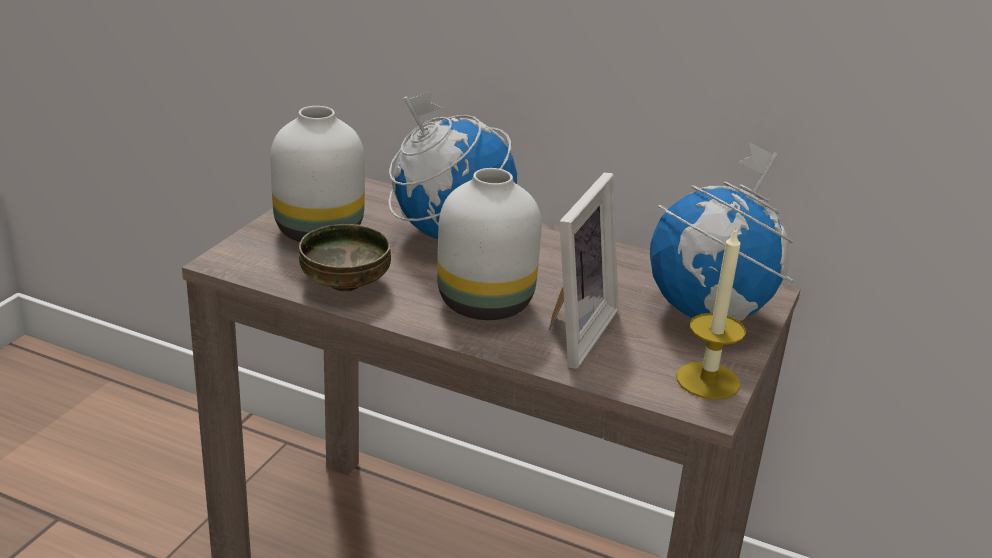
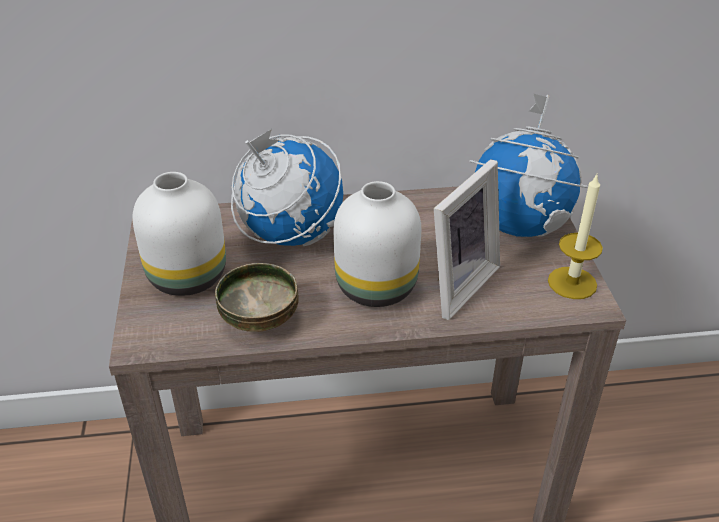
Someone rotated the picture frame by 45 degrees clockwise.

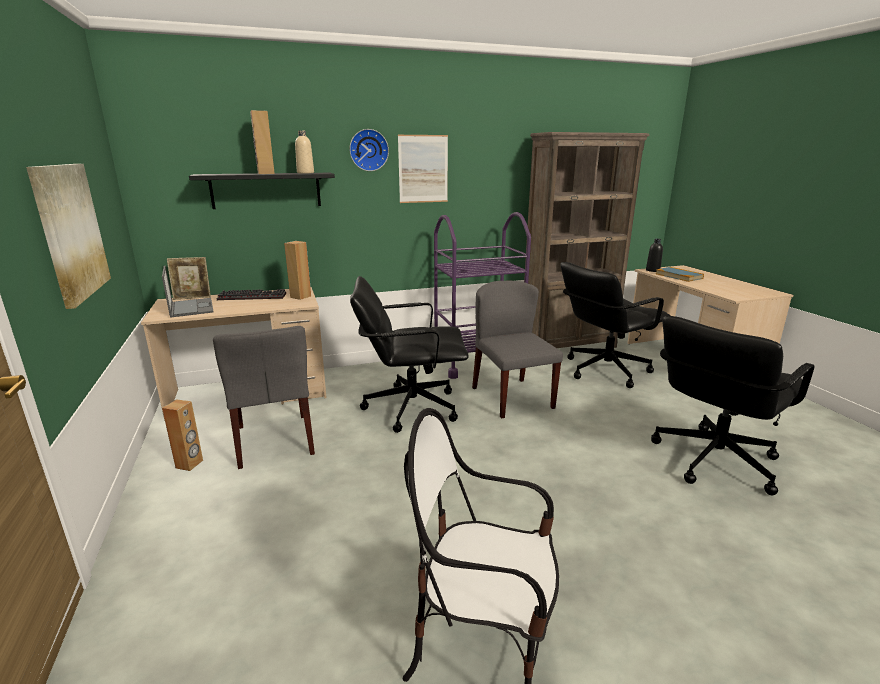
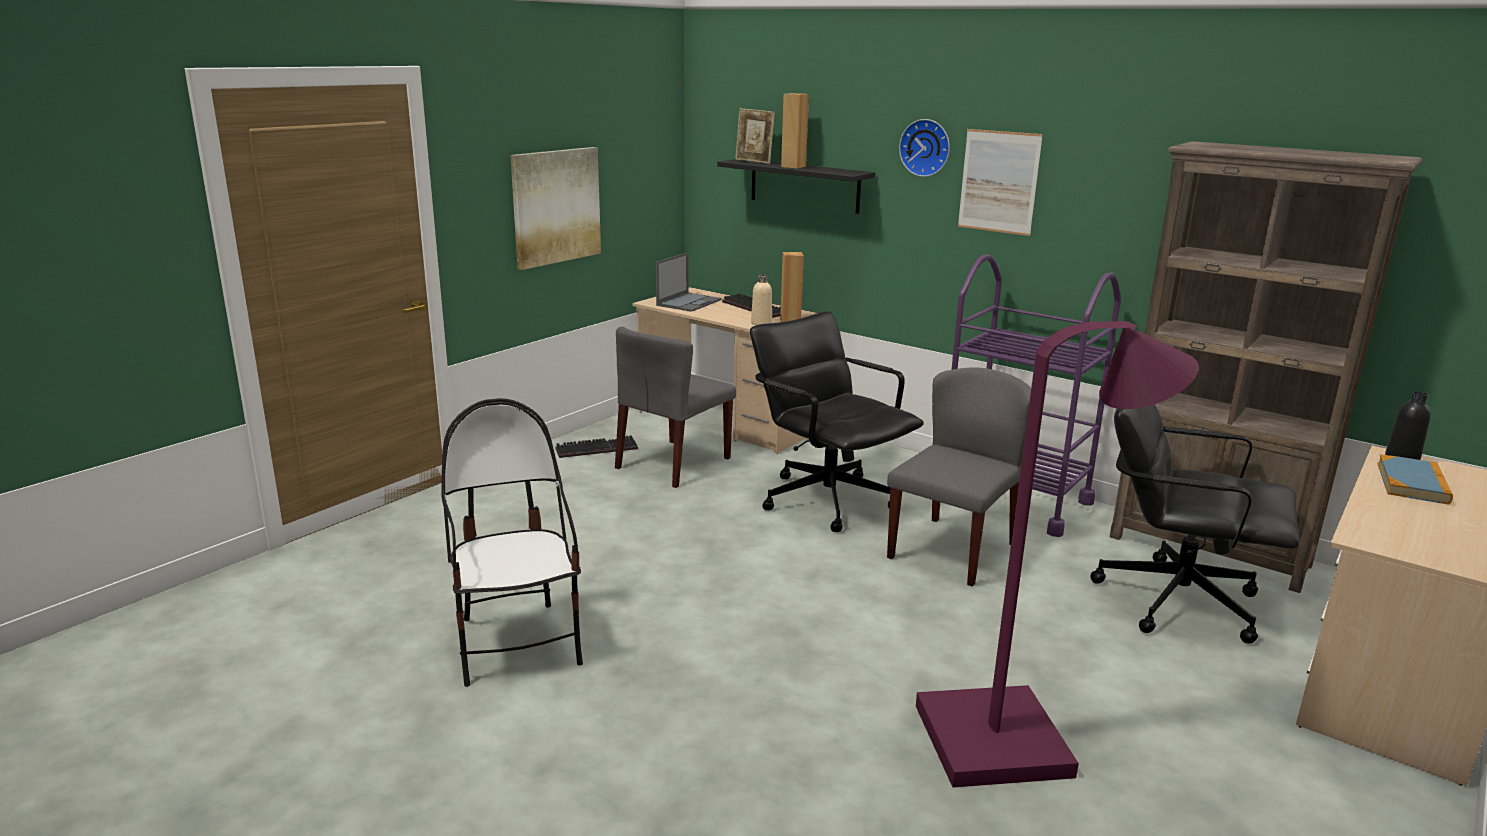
Someone carried the picture frame.
Someone carried the bottle/beige.
Someone swapped the speaker/brown (no. 1 from left) for the keyboard (no. 1 from left).
Someone swapped the office chair/black (no. 3 from left) for the floor lamp/purple.

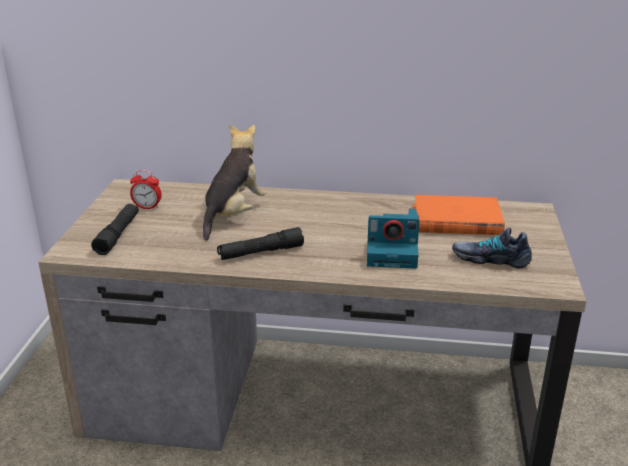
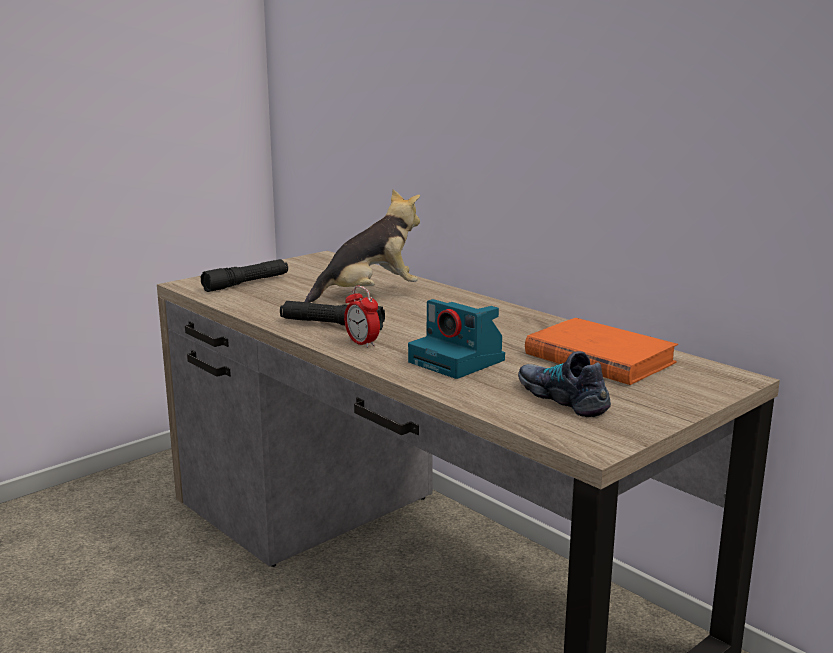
Someone carried the alarm clock.

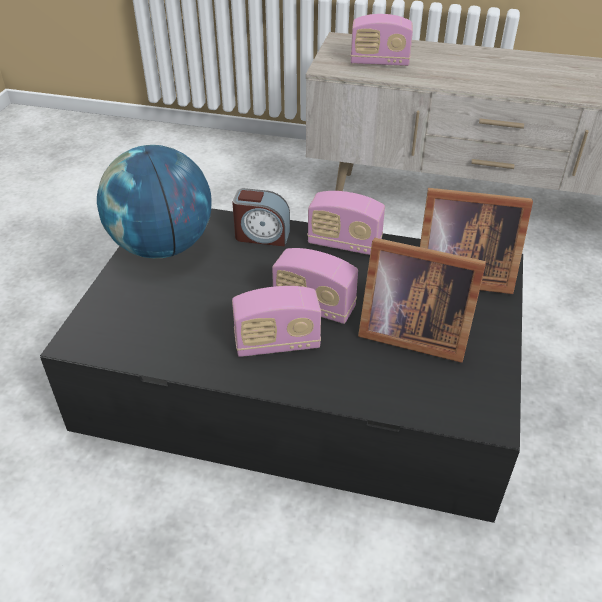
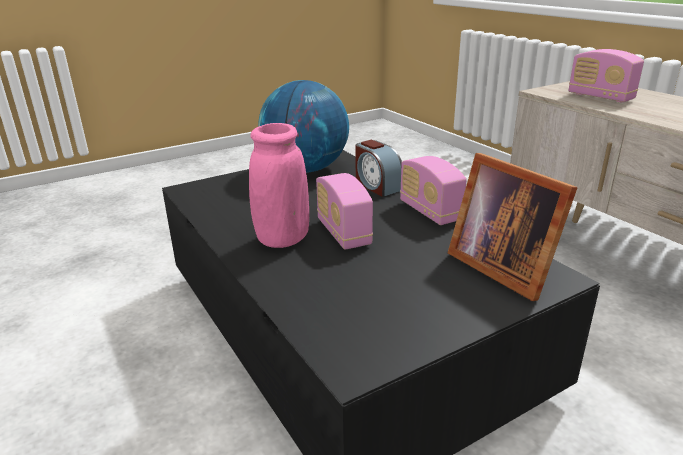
Someone took away the picture frame (no. 1 from left).
Someone swapped the radio (no. 1 from left) for the vase/pink.

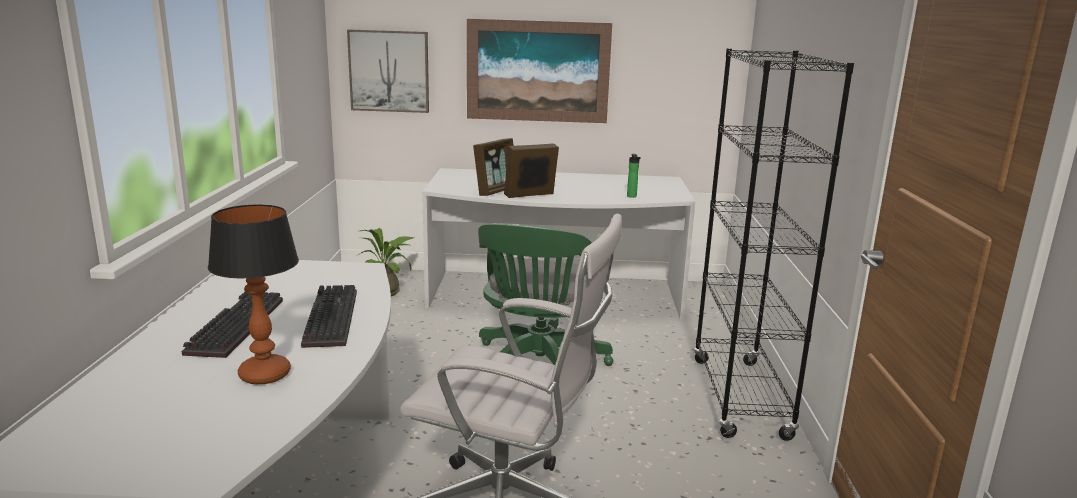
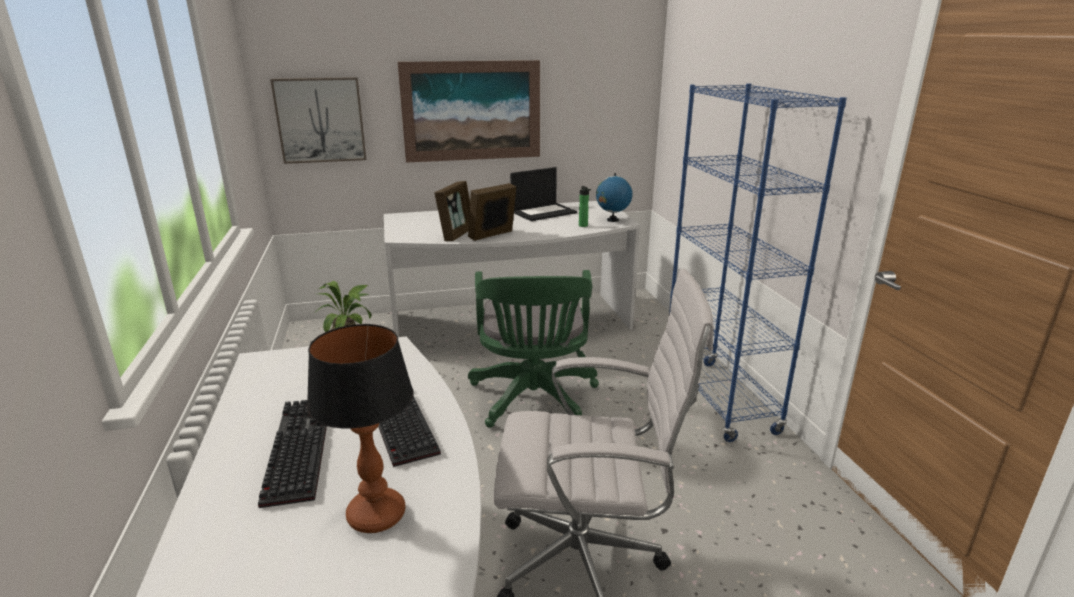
Someone put down the laptop.
Someone put down the globe.
Someone repainted the bookcase/black, which became the bookcase/blue.

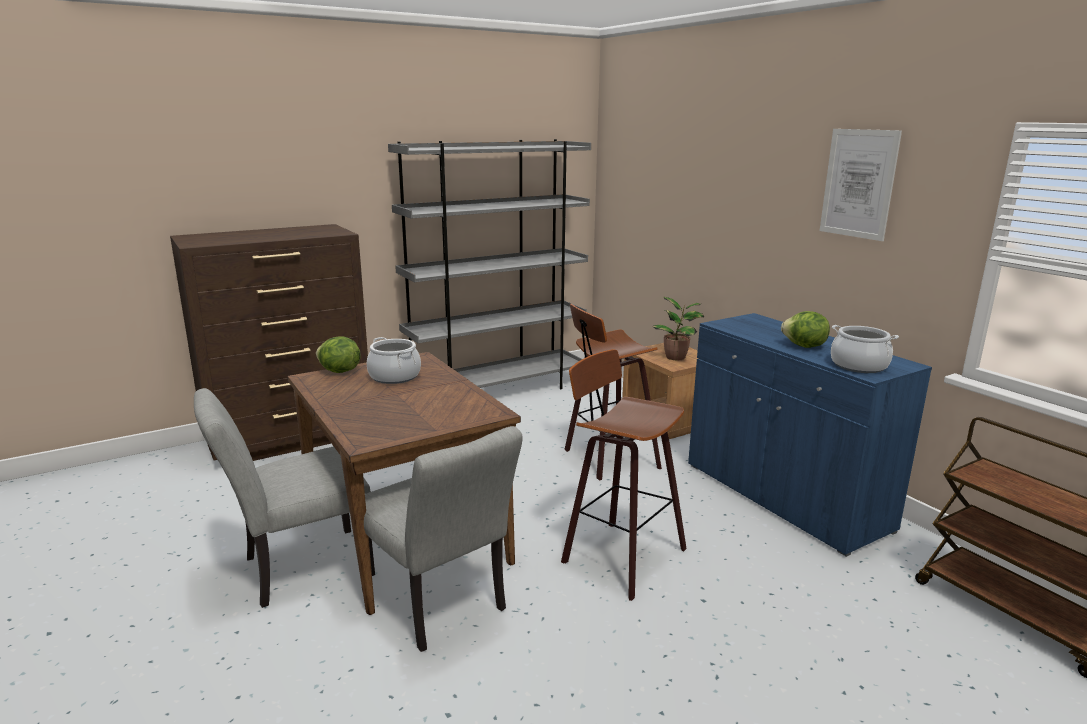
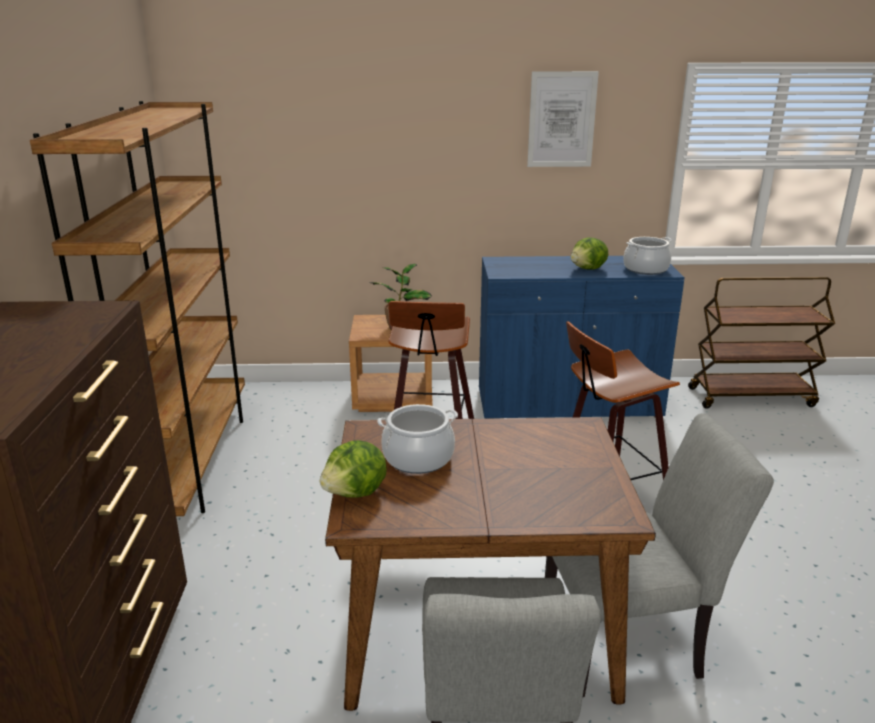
Someone repainted the bookcase/grey, which became the bookcase/brown.

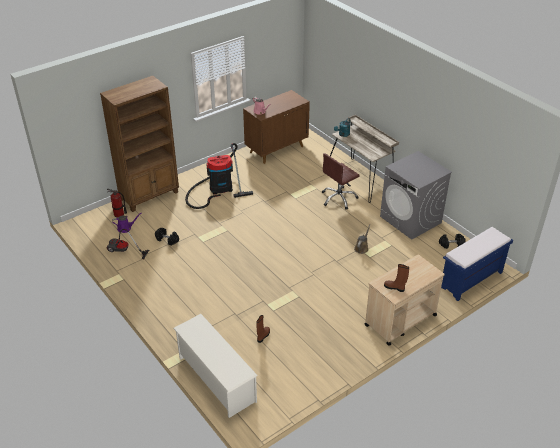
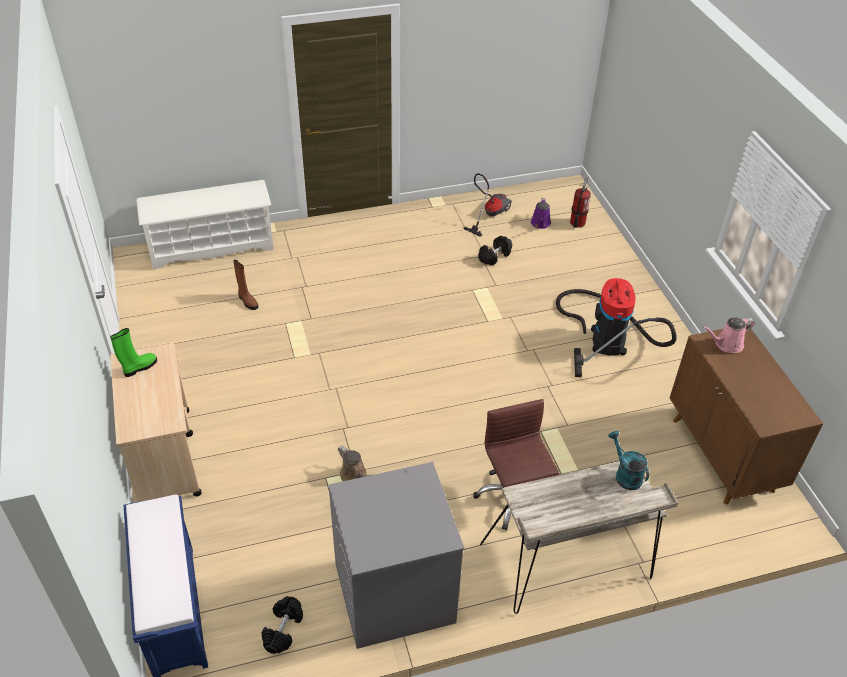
Someone took away the bookcase/brown.
Someone repainted the boot/brown (no. 2 from left), which became the boot/green.

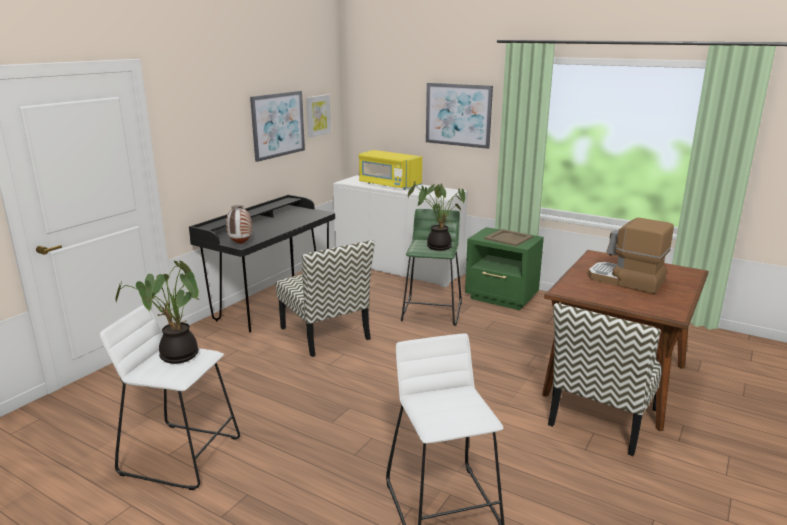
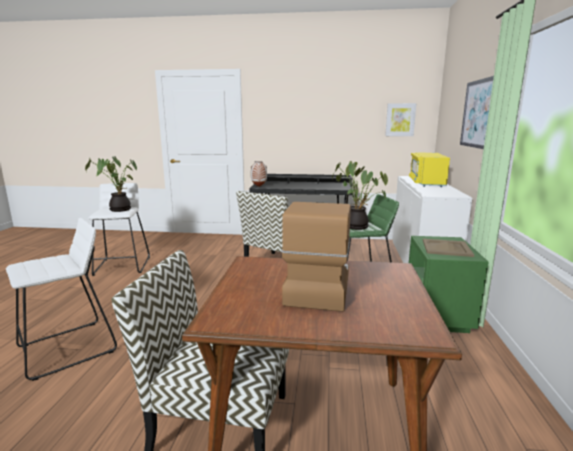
Someone took away the picture (no. 1 from left).

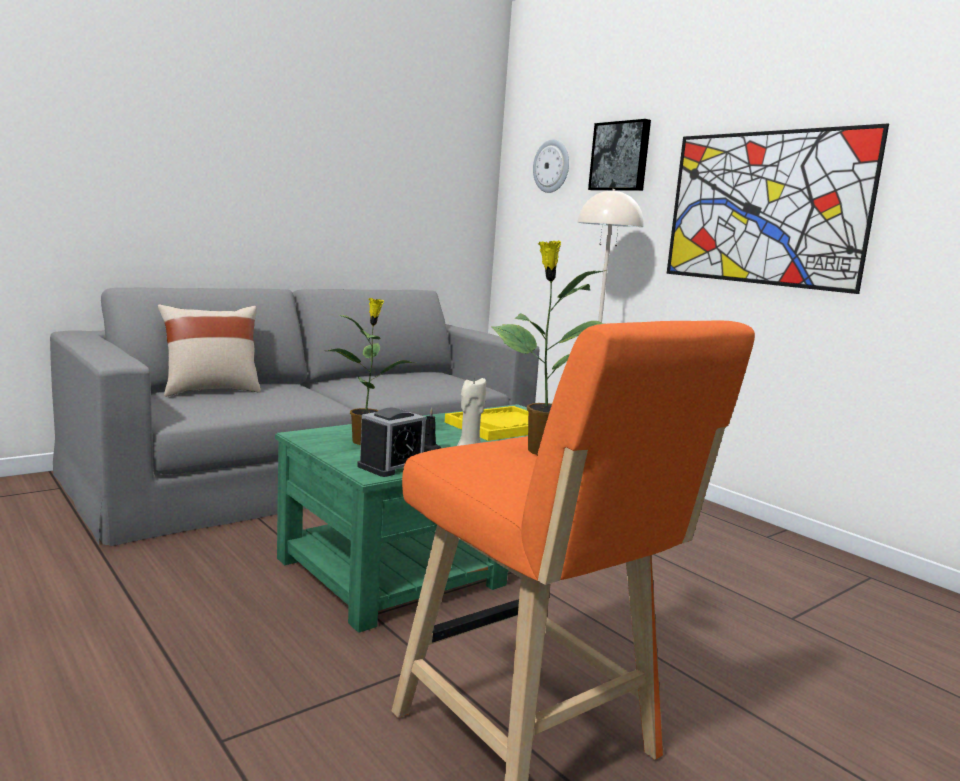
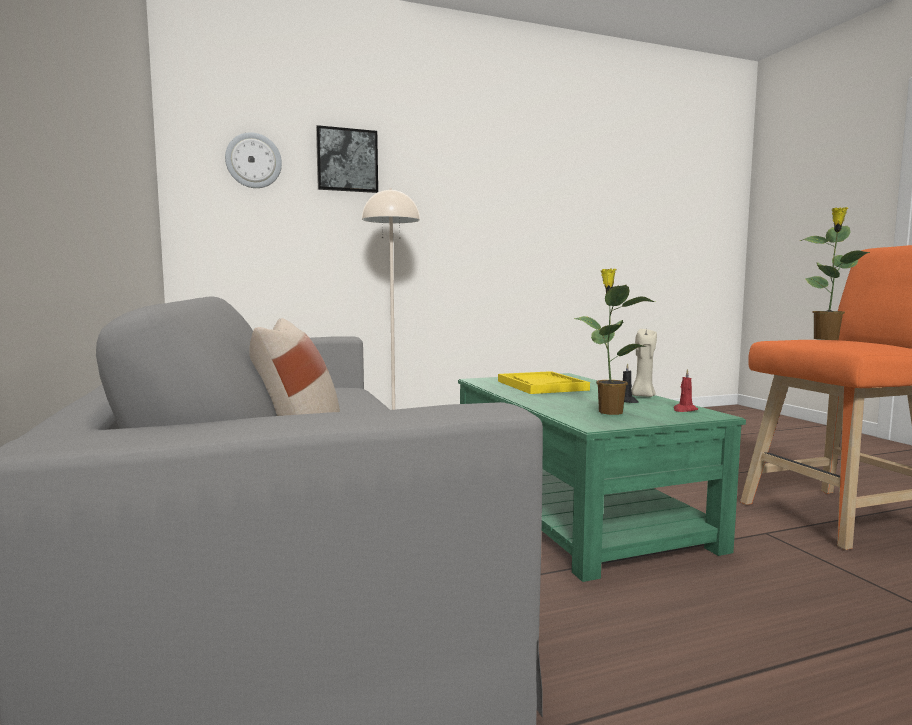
Someone took away the picture (no. 2 from left).
Someone swapped the alarm clock for the candle/red.

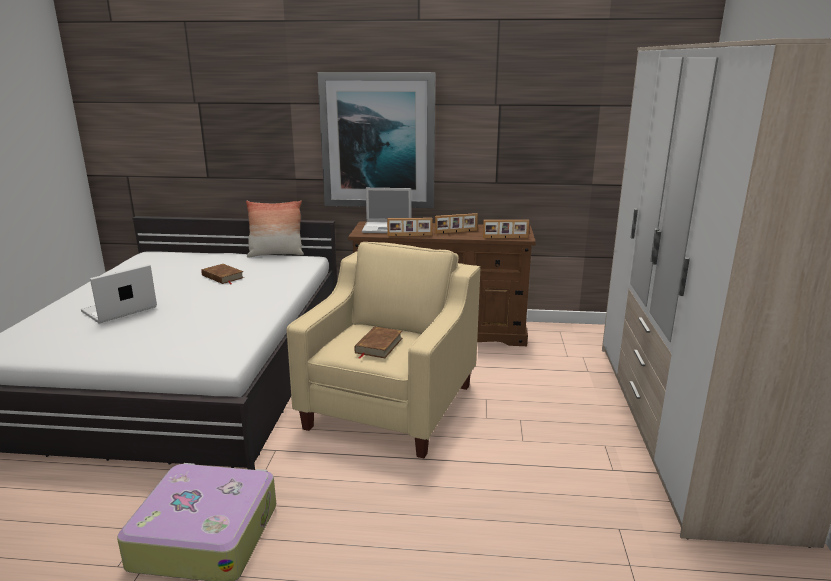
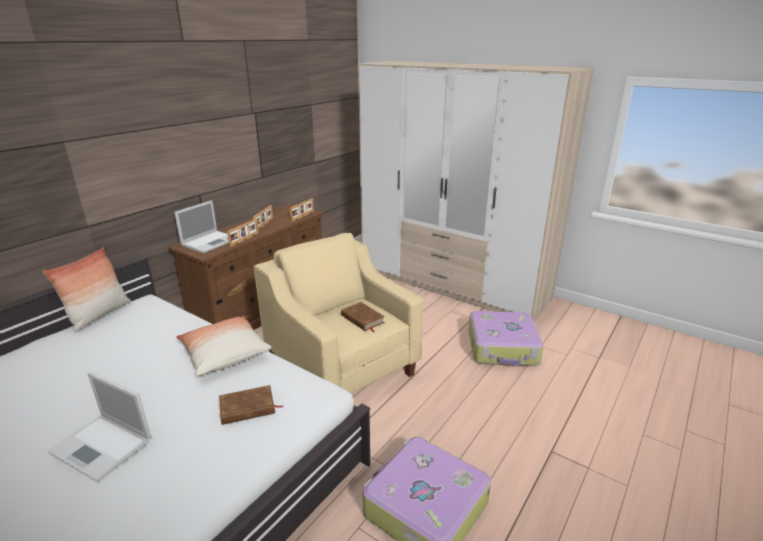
Someone took away the picture.
Someone put down the pillow (no. 2 from left).
Someone put down the suitcase (no. 2 from left).
Someone carried the book/brown (no. 1 from left).
Someone rotated the laptop (no. 1 from left) by 45 degrees counterclockwise.

